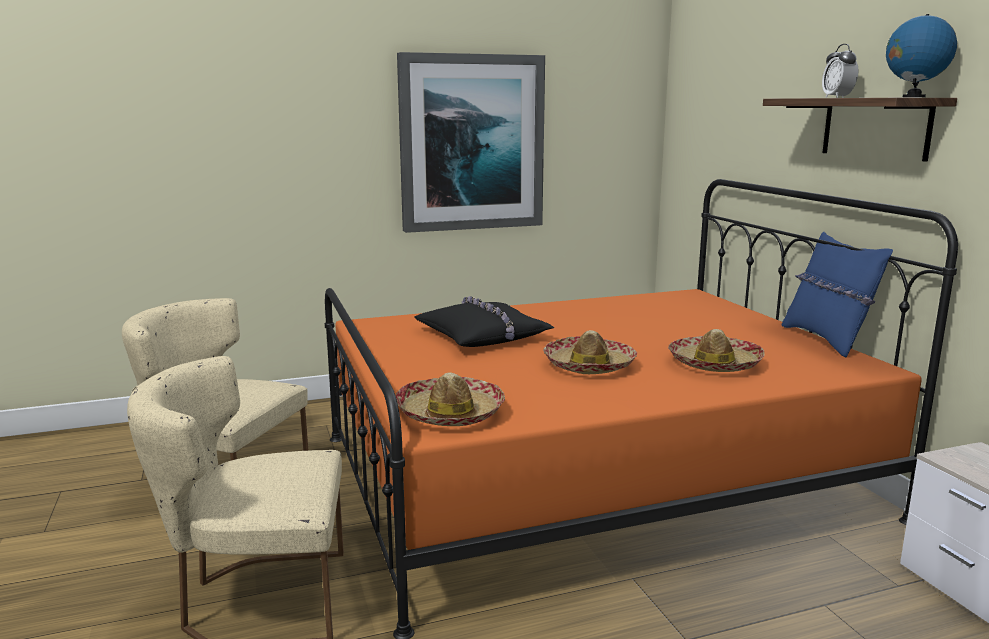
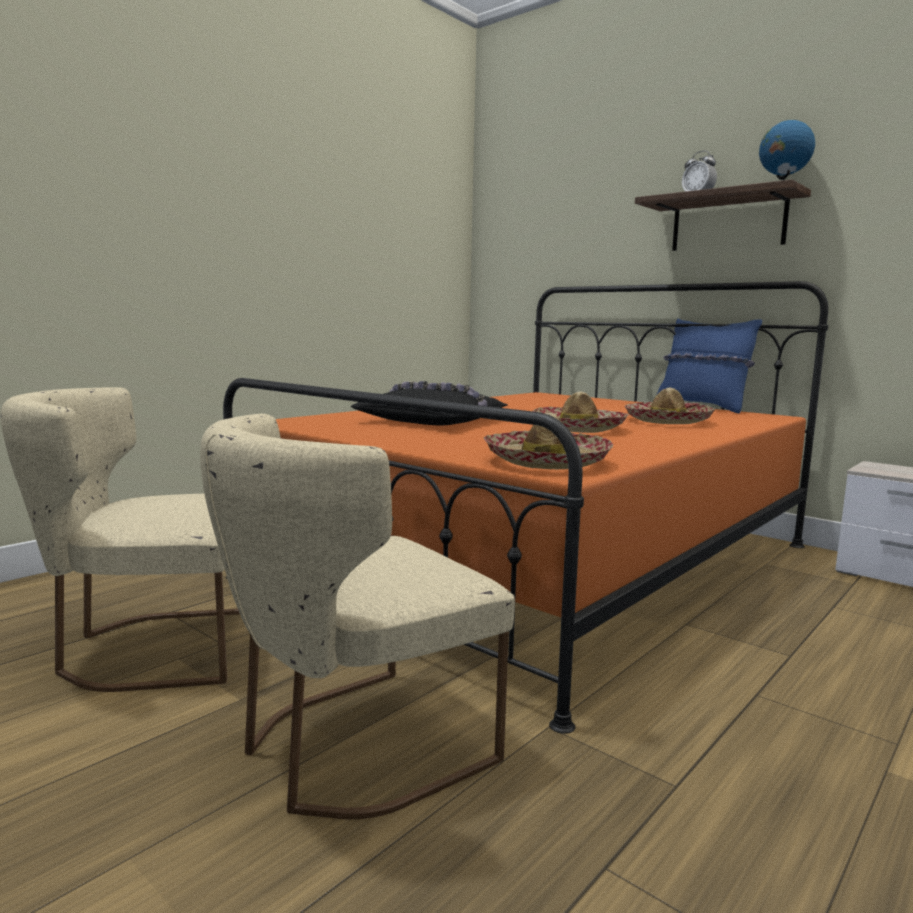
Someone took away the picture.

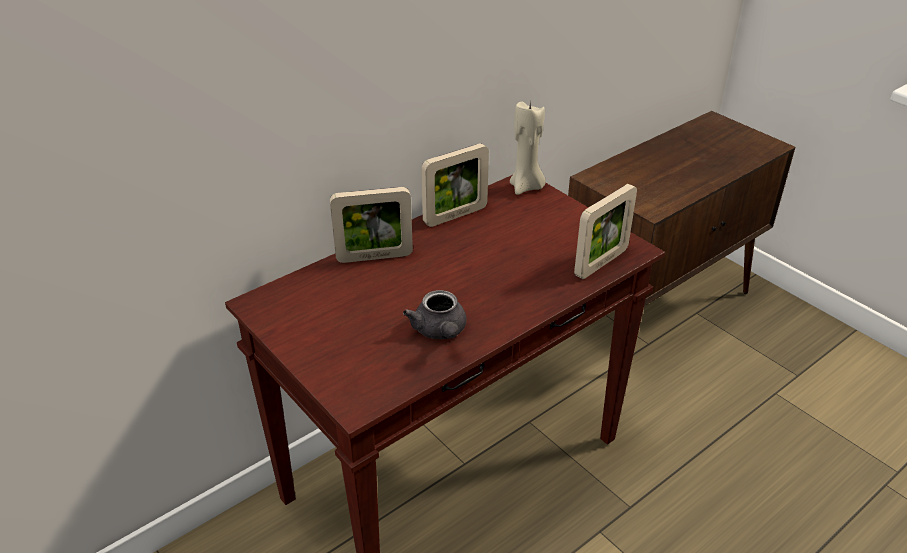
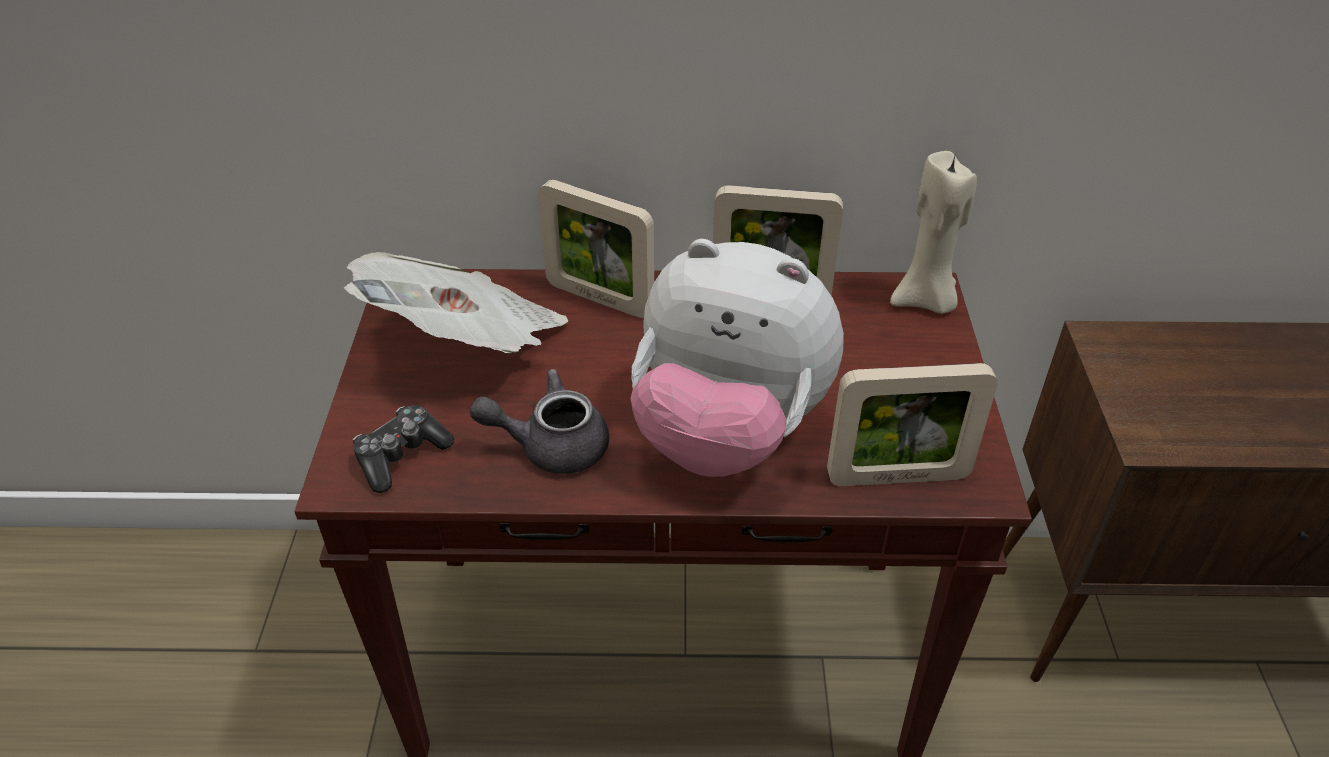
Someone put down the newspaper.
Someone put down the game controller.
Someone put down the plush toy.
Someone rotated the teapot/grey by 60 degrees clockwise.

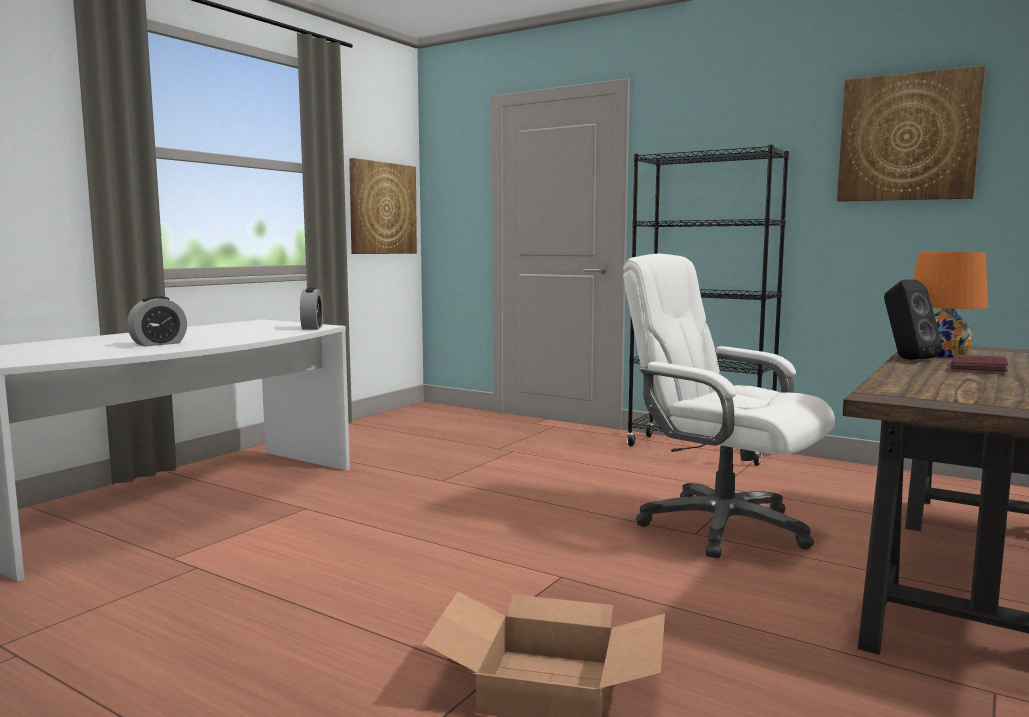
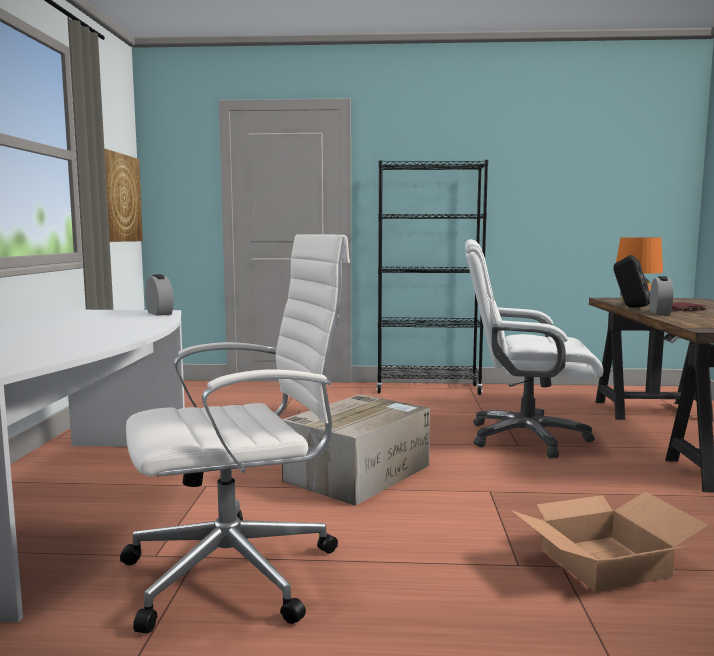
Someone took away the picture (no. 2 from left).
Someone put down the office chair/white (no. 1 from left).
Someone put down the cardboard box (no. 1 from left).
Someone carried the alarm clock (no. 1 from left in the first image).

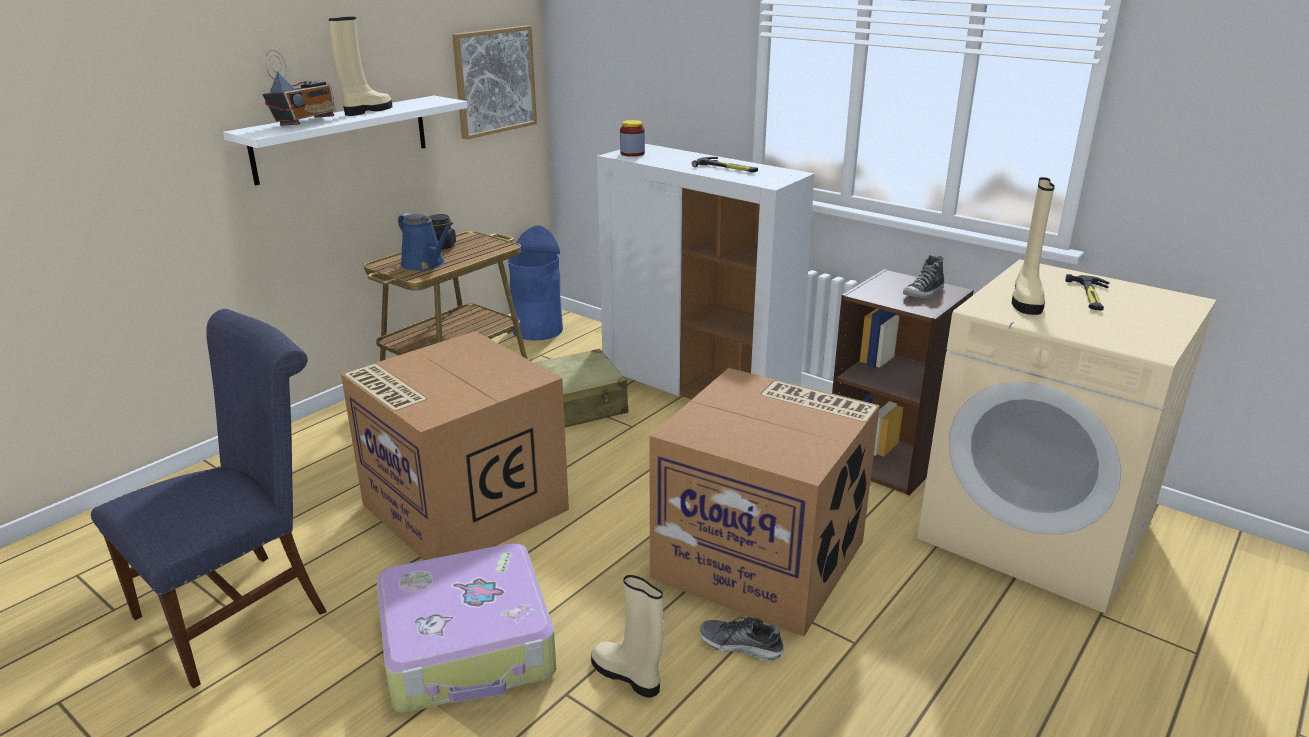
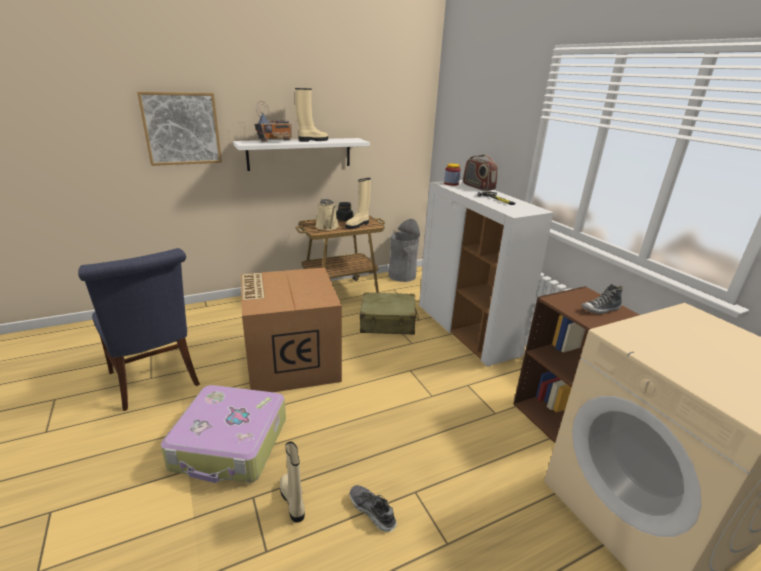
Someone took away the cardboard box (no. 2 from left).
Someone took away the hammer (no. 2 from left).
Someone put down the radio (no. 2 from left).
Someone carried the picture.
Someone carried the boot/beige (no. 3 from left).
Someone repainted the watering can/blue, which became the watering can/beige.
Someone repainted the trash can/blue, which became the trash can/grey.
Someone rotated the chair/blue by 75 degrees clockwise.

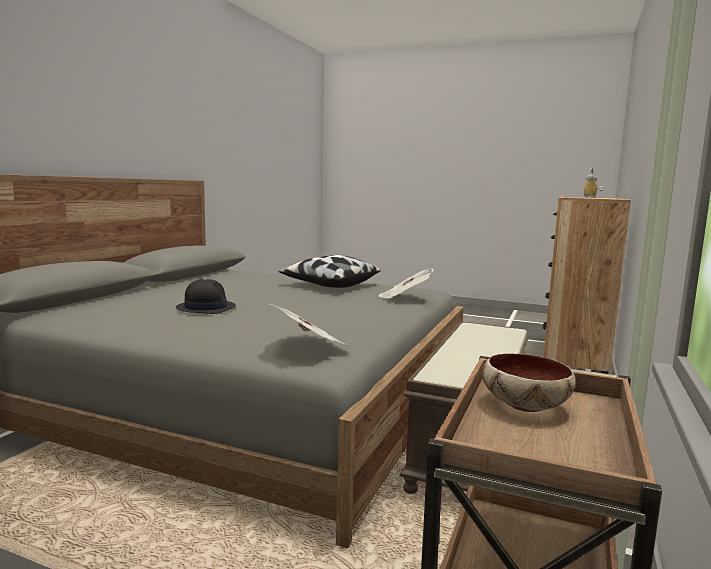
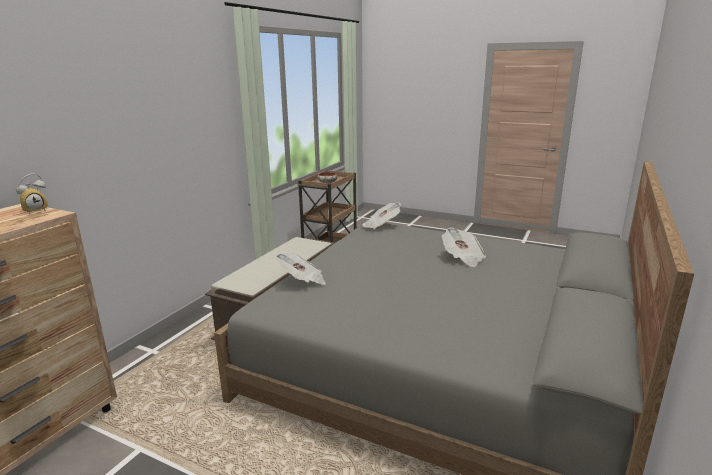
Someone took away the pillow.
Someone swapped the hat/black for the newspaper (no. 3 from left).

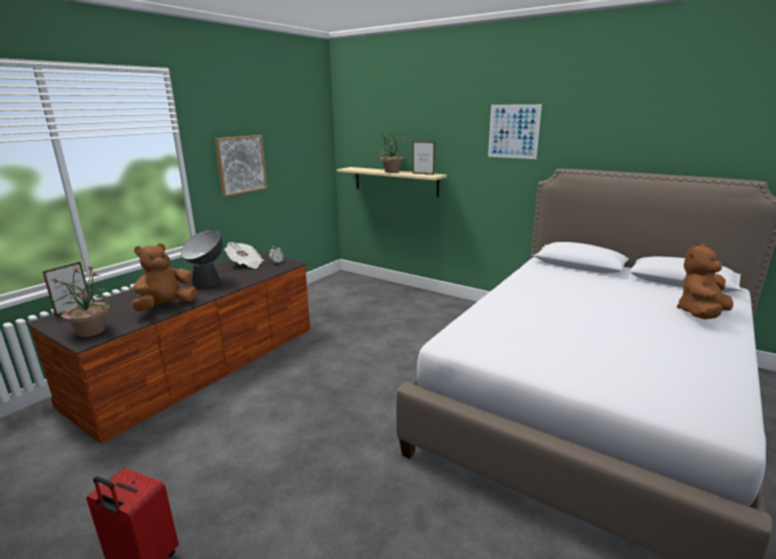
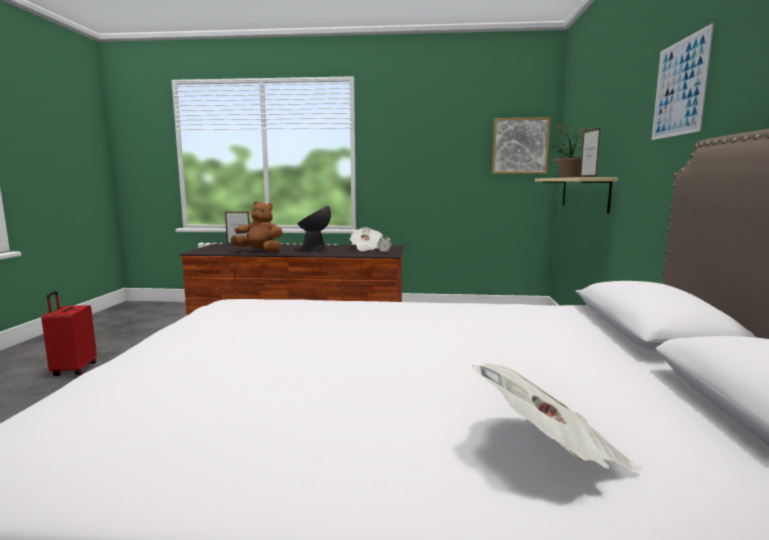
Someone took away the potted plant (no. 1 from left).
Someone carried the picture (no. 1 from left).
Someone swapped the plush toy/brown (no. 2 from left) for the newspaper (no. 2 from left).

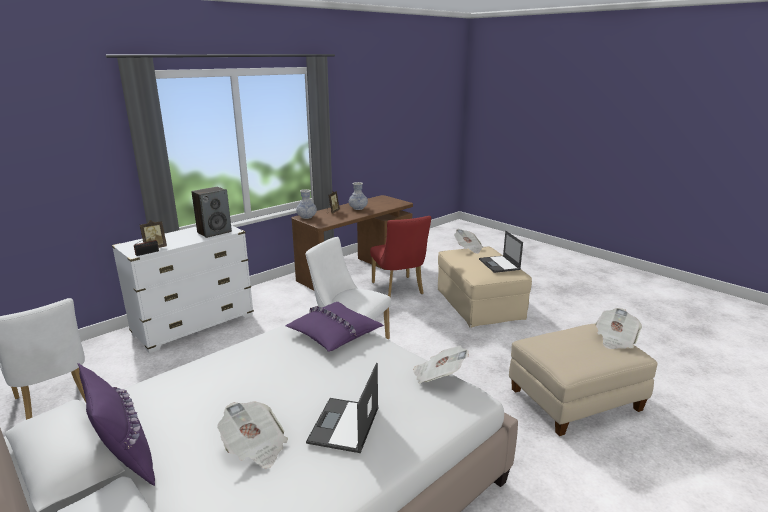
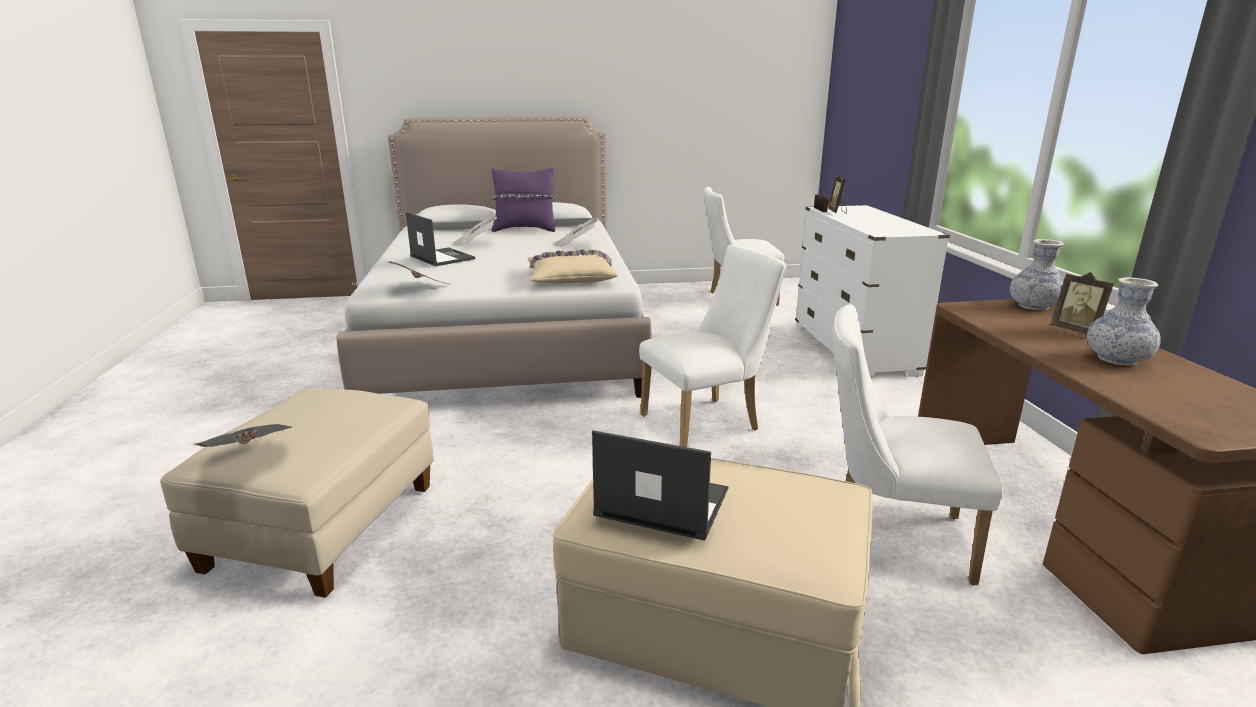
Someone took away the speaker.
Someone carried the newspaper (no. 3 from left in the first image).
Someone repainted the pillow/purple (no. 2 from left), which became the pillow/beige.
Someone repainted the chair/red, which became the chair/white (no. 3 from left).

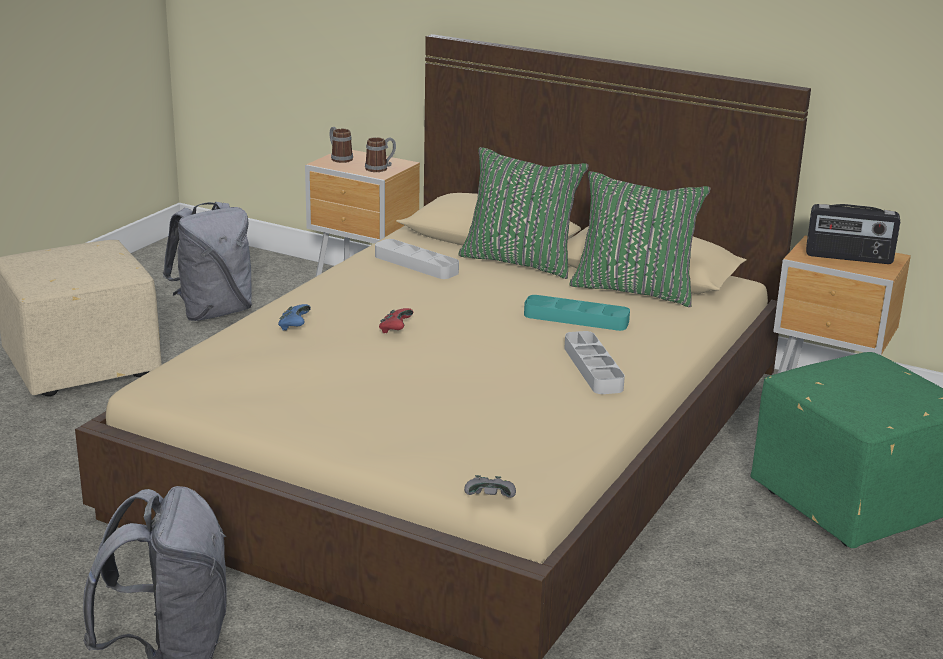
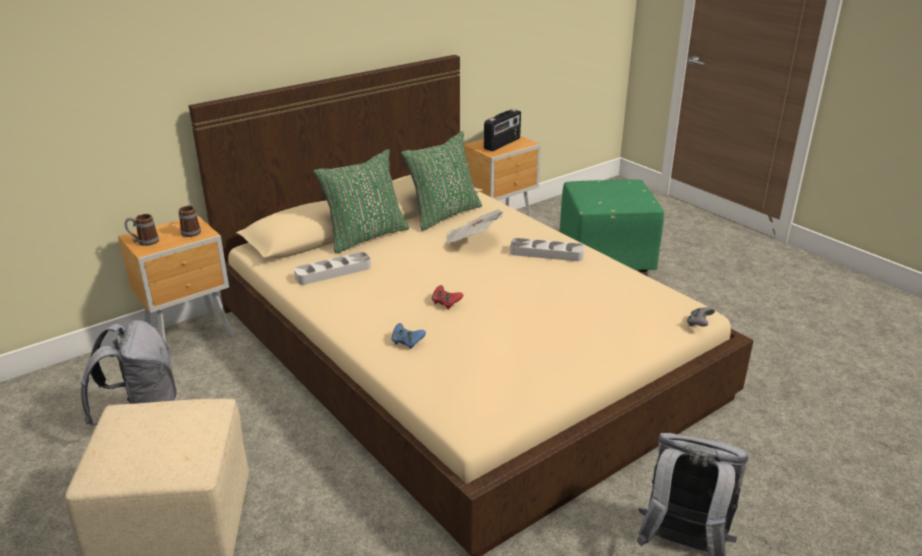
Someone swapped the tray/turquoise for the newspaper.

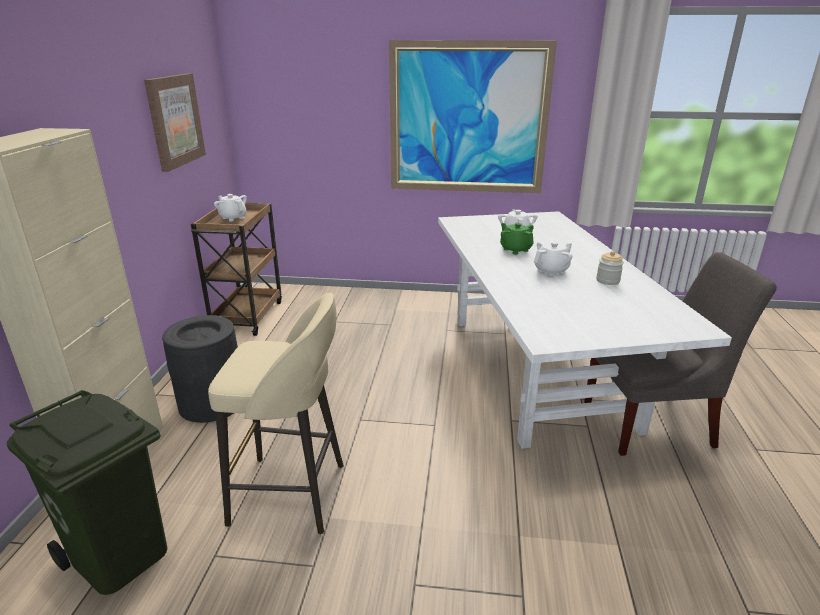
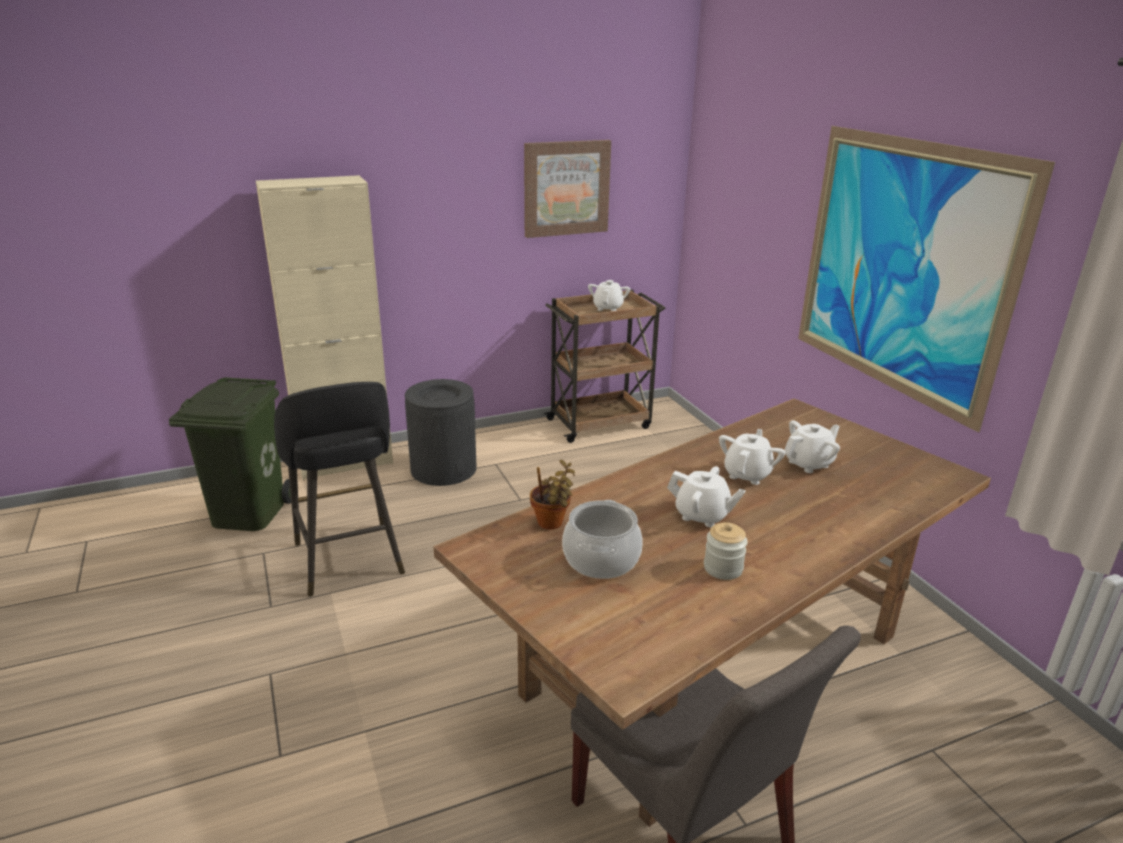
Someone put down the potted plant.
Someone put down the cooking pot.
Someone repainted the stool/beige, which became the stool/black.
Someone repainted the dining table/white, which became the dining table/brown.
Someone repainted the teapot/green, which became the teapot/white (no. 3 from left).

